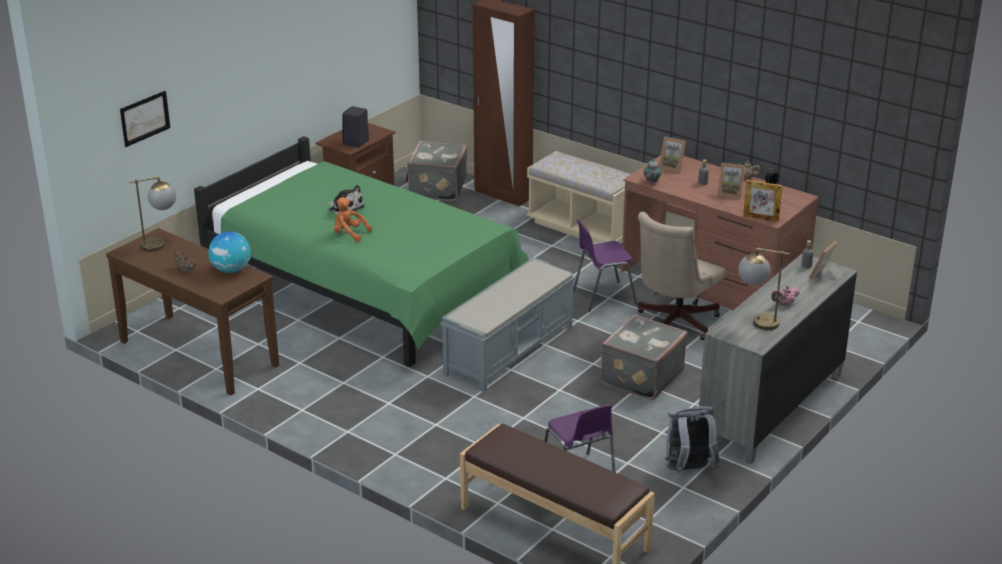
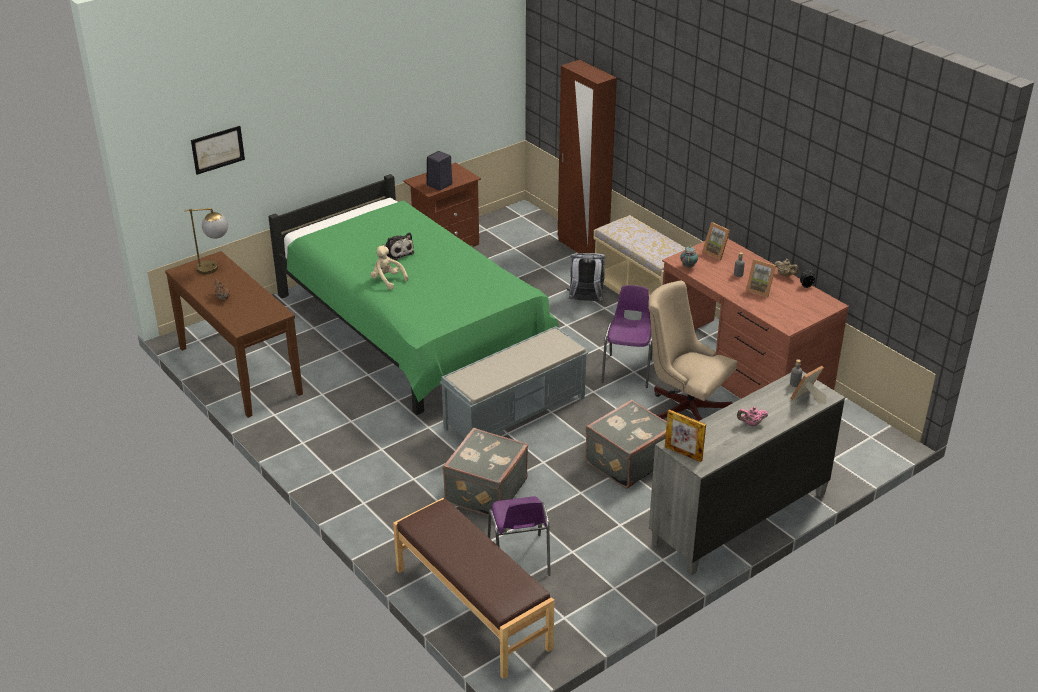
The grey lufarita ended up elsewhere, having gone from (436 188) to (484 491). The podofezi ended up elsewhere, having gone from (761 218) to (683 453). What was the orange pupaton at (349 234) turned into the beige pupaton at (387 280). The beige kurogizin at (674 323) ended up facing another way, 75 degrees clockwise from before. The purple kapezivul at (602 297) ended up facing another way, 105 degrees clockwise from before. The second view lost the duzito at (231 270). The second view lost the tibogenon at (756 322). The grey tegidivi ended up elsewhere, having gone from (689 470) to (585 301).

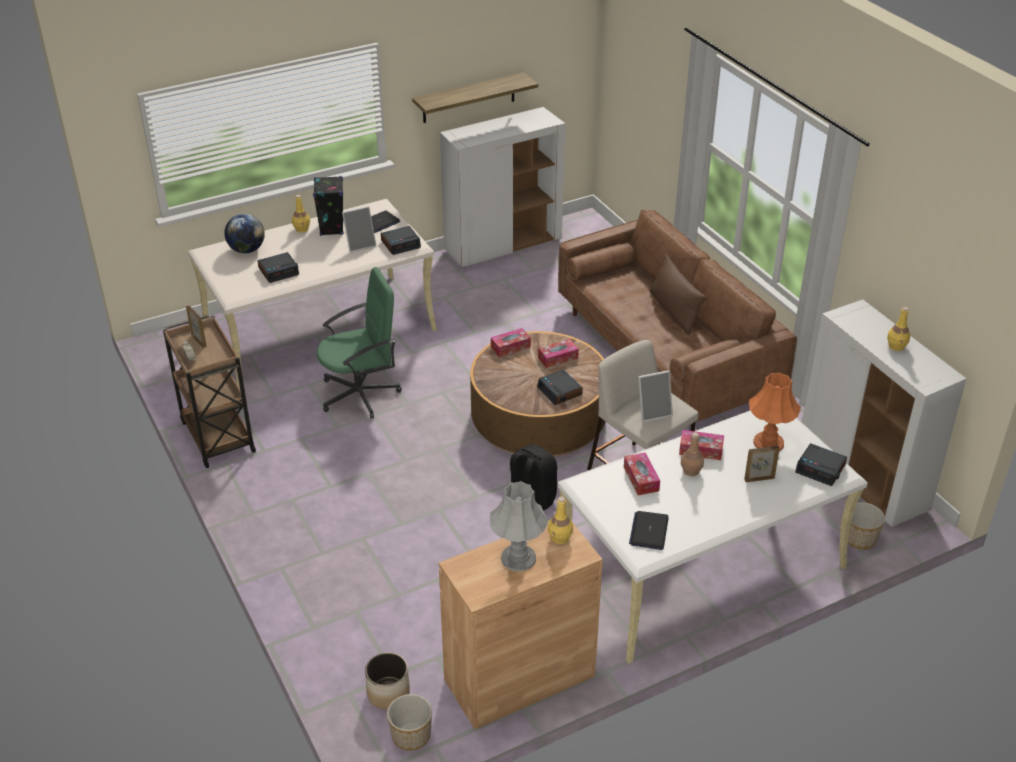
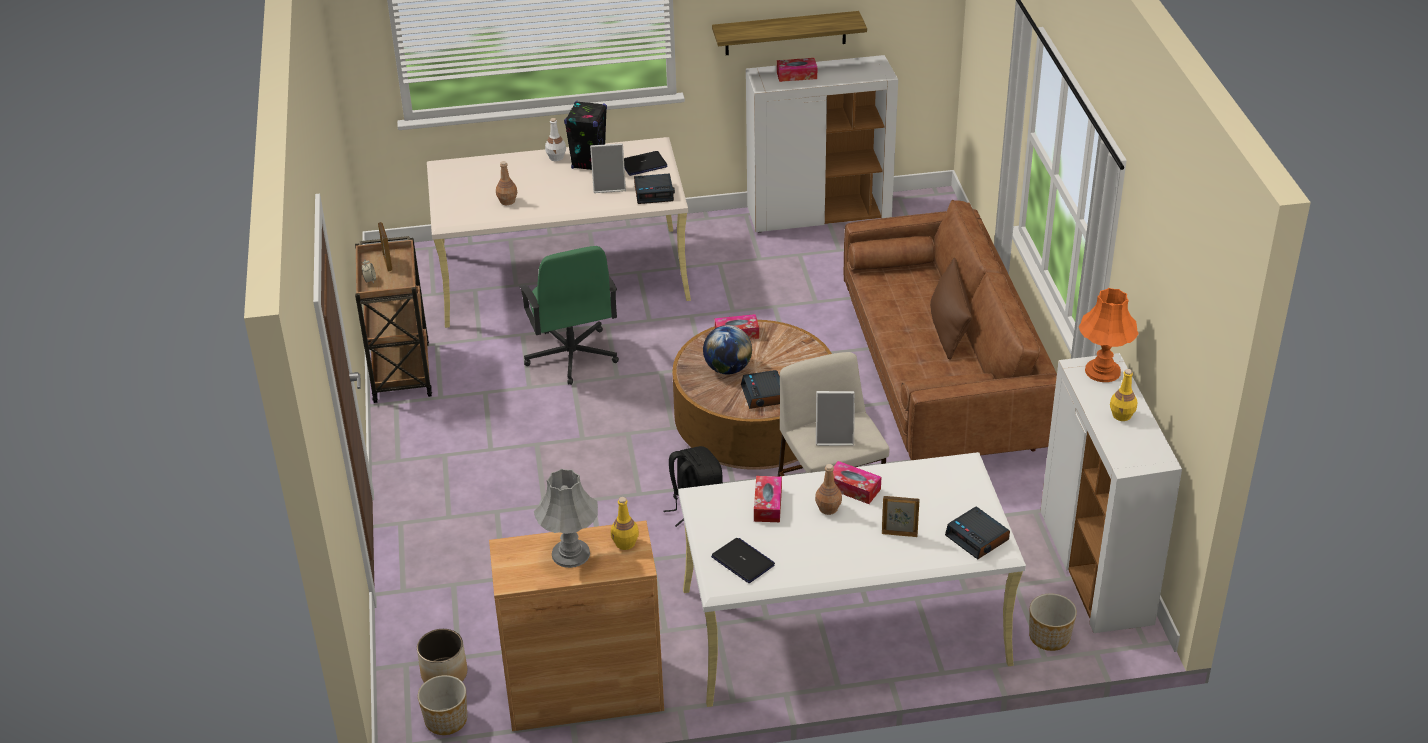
What was the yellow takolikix at (302 229) turned into the white takolikix at (556 157). The duzito ended up elsewhere, having gone from (247 250) to (727 369). Where the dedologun stood at (279 271), the brown takolikix came to stand at (507 201). The green kurogizin at (360 394) ended up facing another way, 75 degrees clockwise from before. The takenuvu ended up elsewhere, having gone from (558 358) to (796 75). The orange tibogenon ended up elsewhere, having gone from (768 442) to (1102 371). The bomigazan at (649 531) ended up facing another way, 105 degrees clockwise from before.

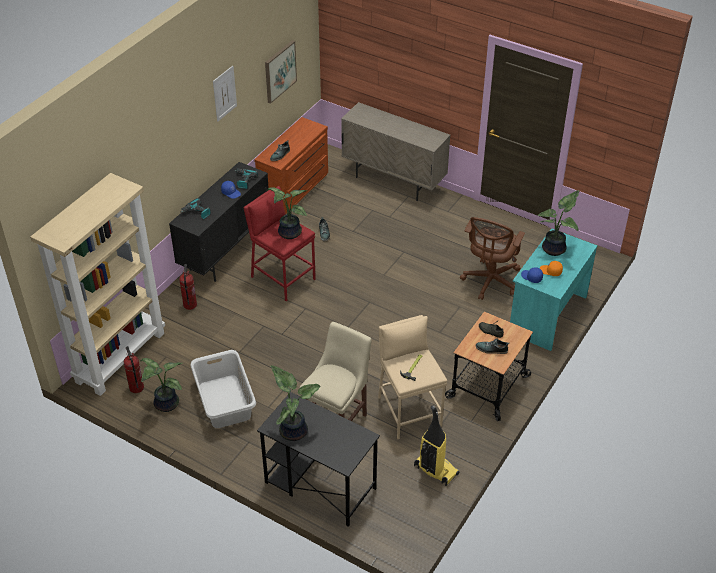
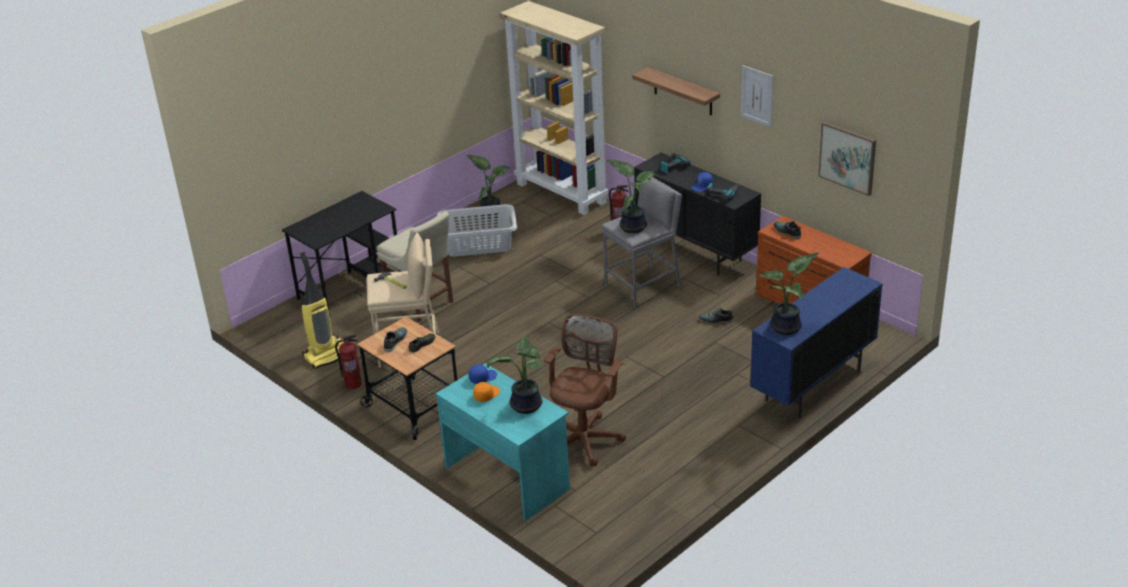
What was the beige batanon at (393 181) turned into the blue batanon at (813 386). What was the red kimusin at (282 278) turned into the grey kimusin at (643 286). The brown kurogizin at (490 282) ended up facing another way, 75 degrees clockwise from before. The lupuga ended up elsewhere, having gone from (136 388) to (353 384). The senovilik ended up elsewhere, having gone from (294 430) to (787 328). The second view gained the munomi at (683 92).

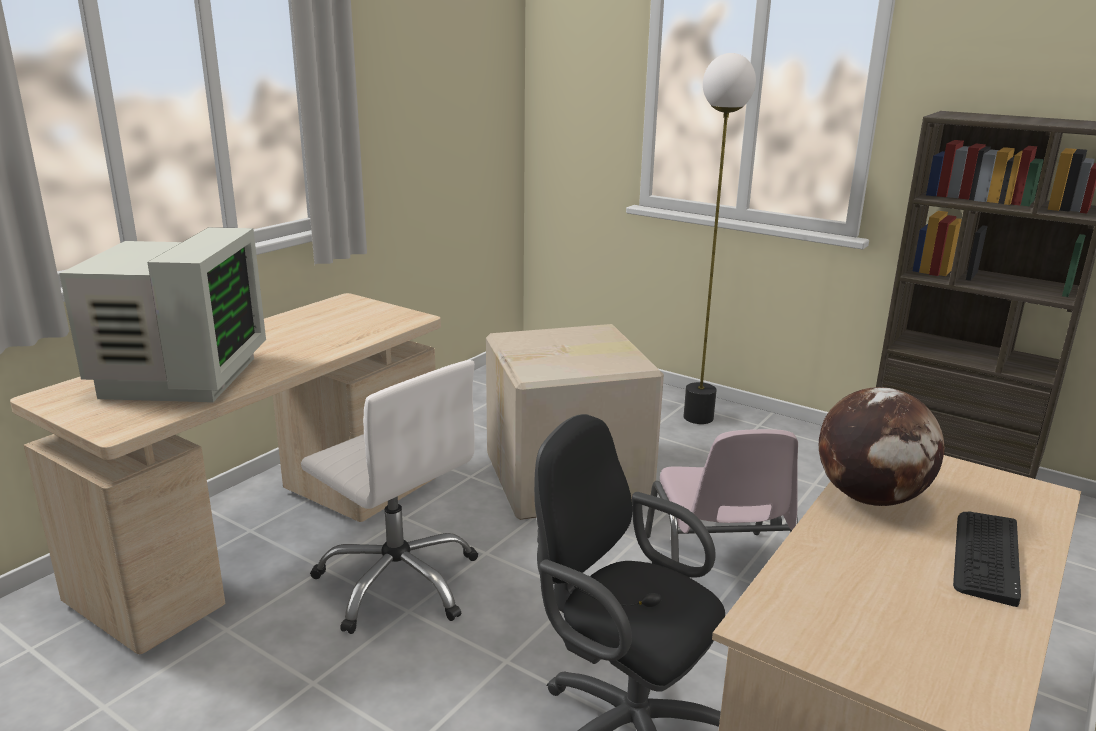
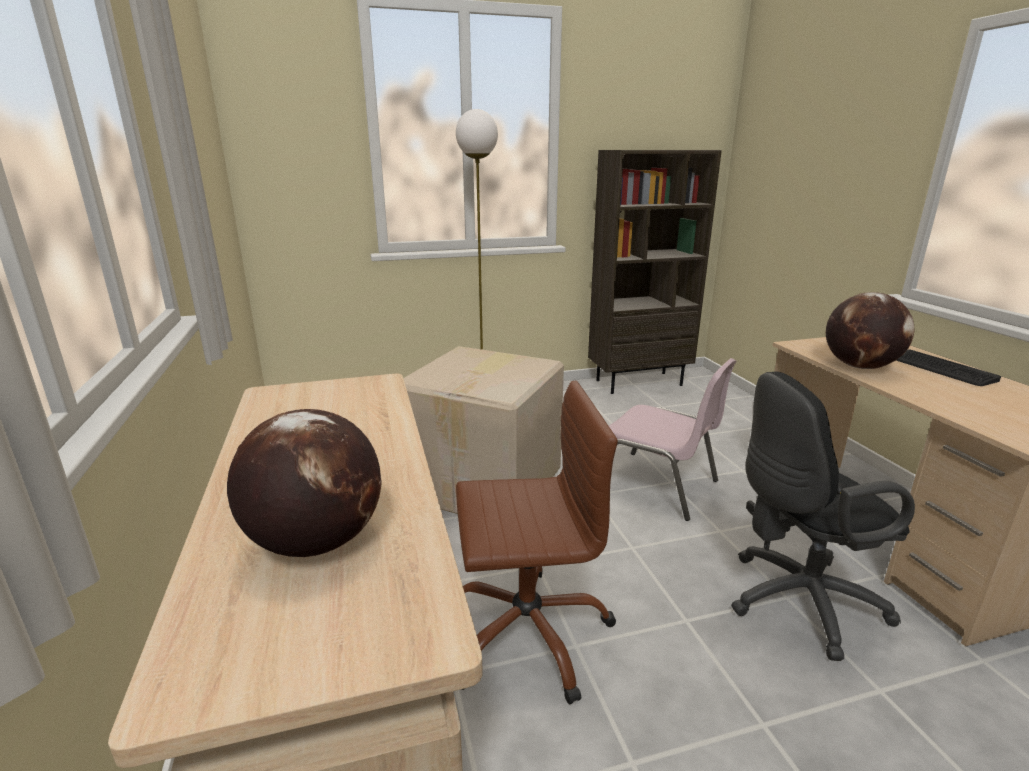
Where the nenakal stood at (179 377), the duzito came to stand at (315 542). What was the white kurogizin at (398 581) turned into the brown kurogizin at (527 632).

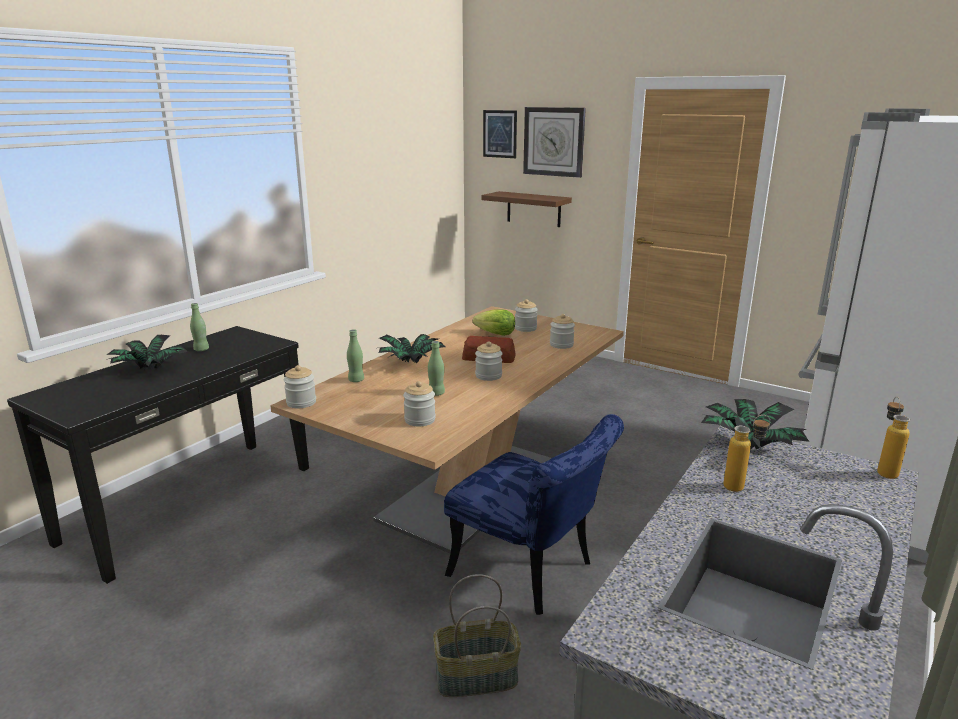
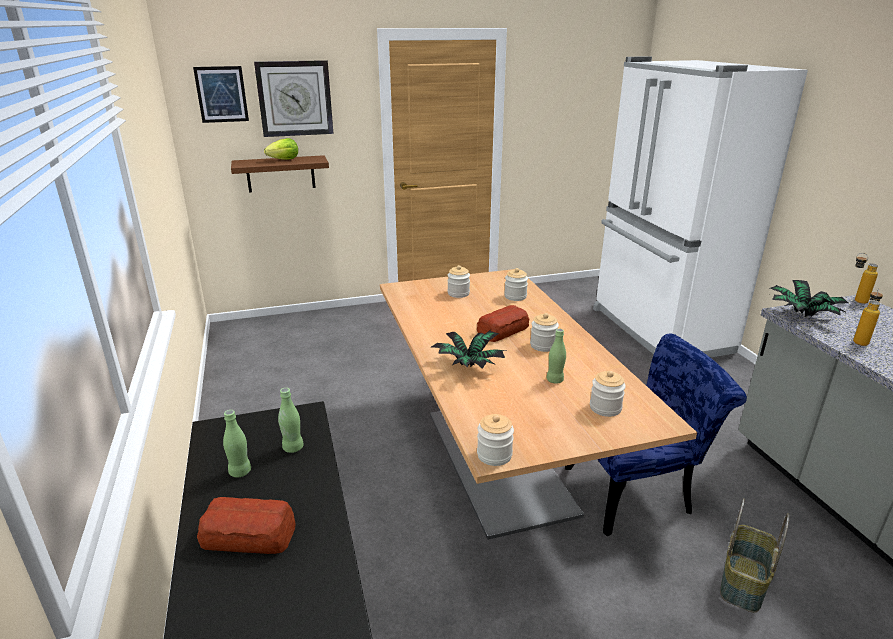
The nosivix ended up elsewhere, having gone from (496 334) to (284 160). The green takolikix ended up elsewhere, having gone from (356 380) to (293 447). Where the senovilik stood at (149 369), the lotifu came to stand at (249 536).

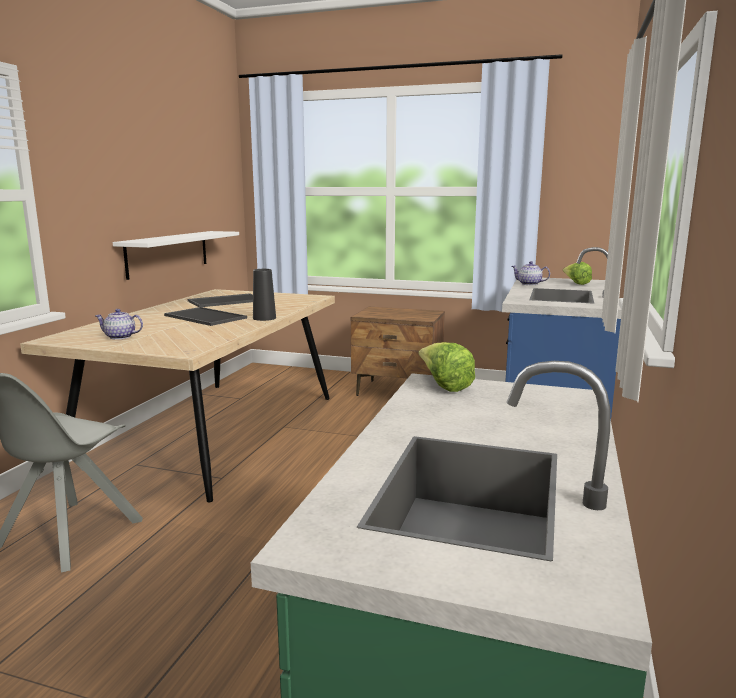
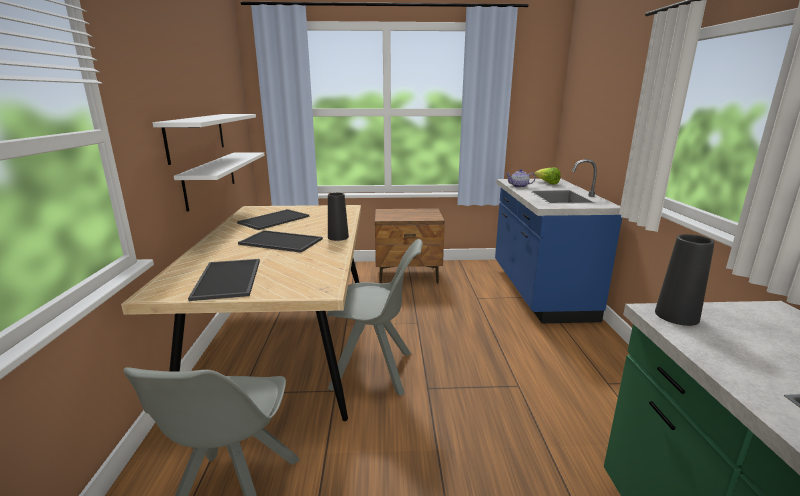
Where the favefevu stood at (120 337), the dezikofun came to stand at (229 279). Where the nosivix stood at (443 385), the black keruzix came to stand at (676 316). The second view gained the white munomi at (196 136). The second view gained the grey kapezivul at (375 370).

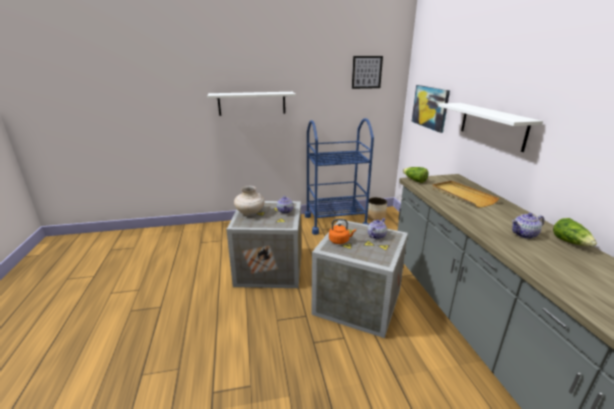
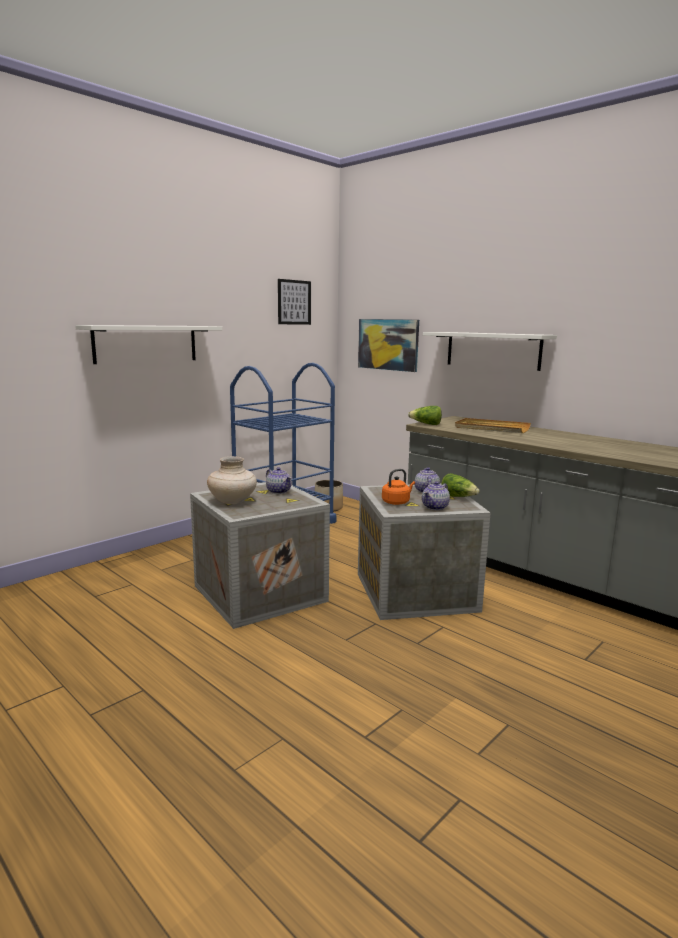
The favefevu ended up elsewhere, having gone from (524 234) to (435 507). The nosivix ended up elsewhere, having gone from (570 242) to (458 497).

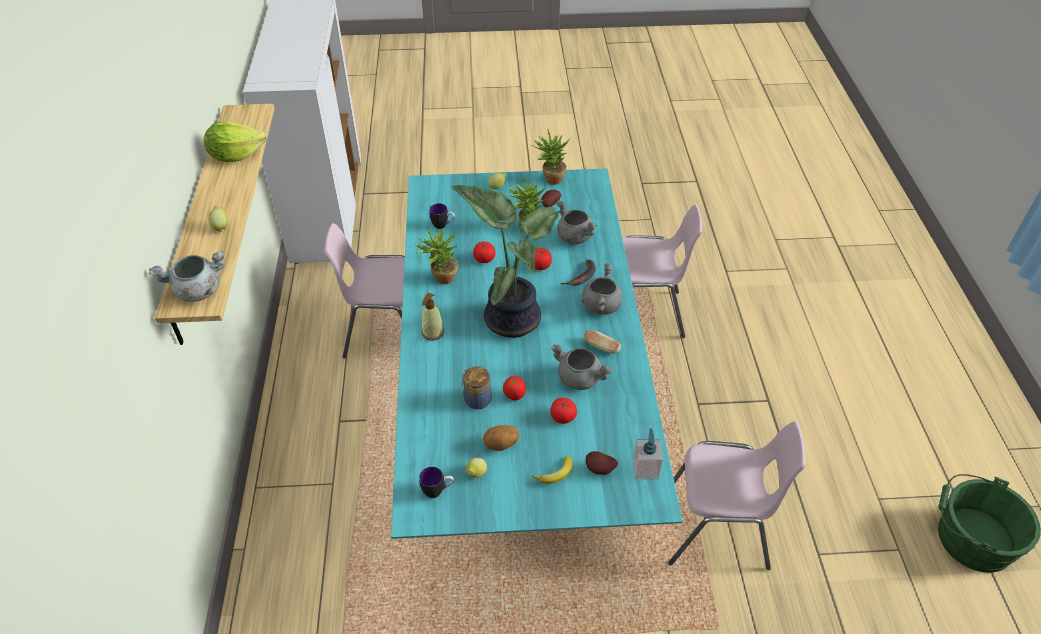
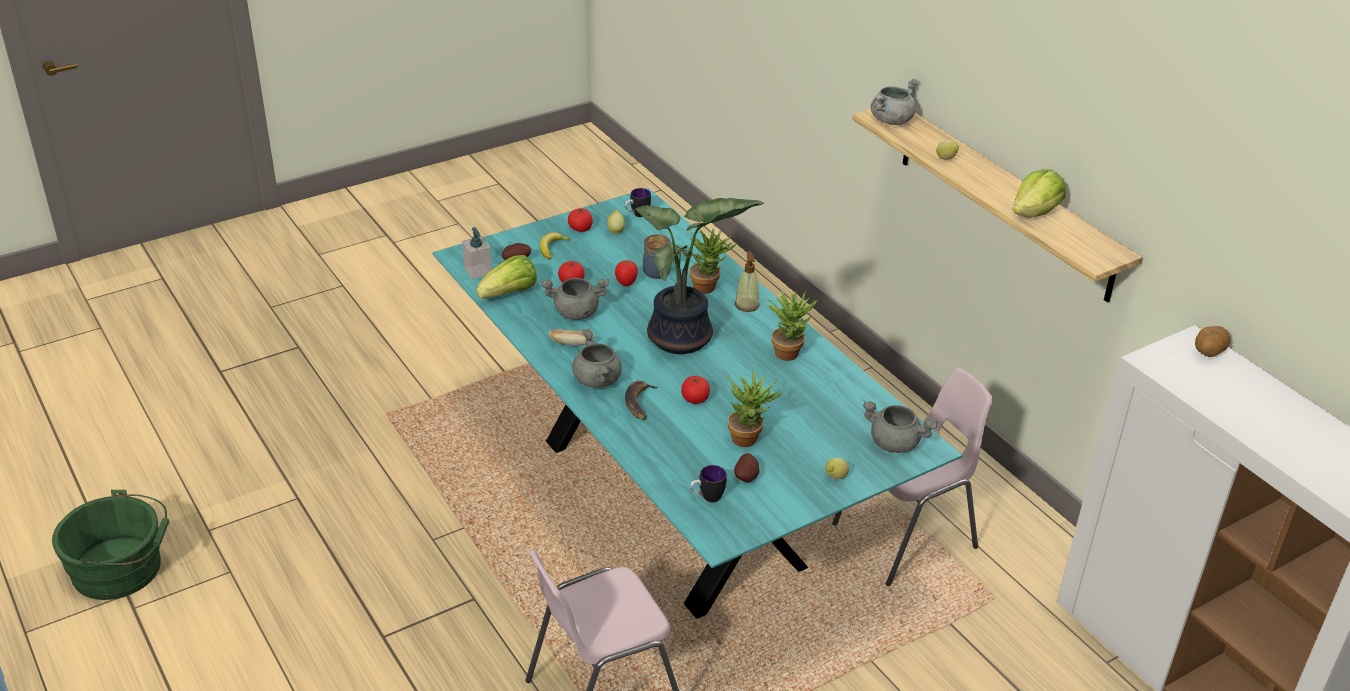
The senovilik ended up elsewhere, having gone from (550 179) to (708 286). The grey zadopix ended up elsewhere, having gone from (573 237) to (895 443). The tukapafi ended up elsewhere, having gone from (443 225) to (707 498). The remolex ended up elsewhere, having gone from (484 259) to (580 229). The second view lost the pink kapezivul at (717 530). The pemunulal ended up elsewhere, having gone from (501 445) to (1208 352). The second view gained the nosivix at (510 293).

